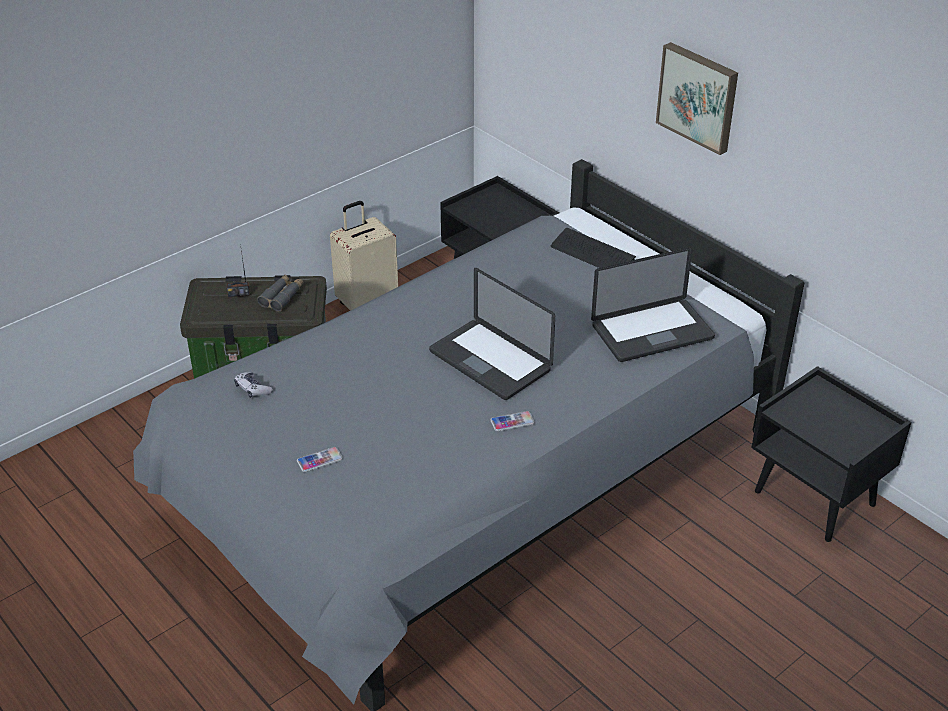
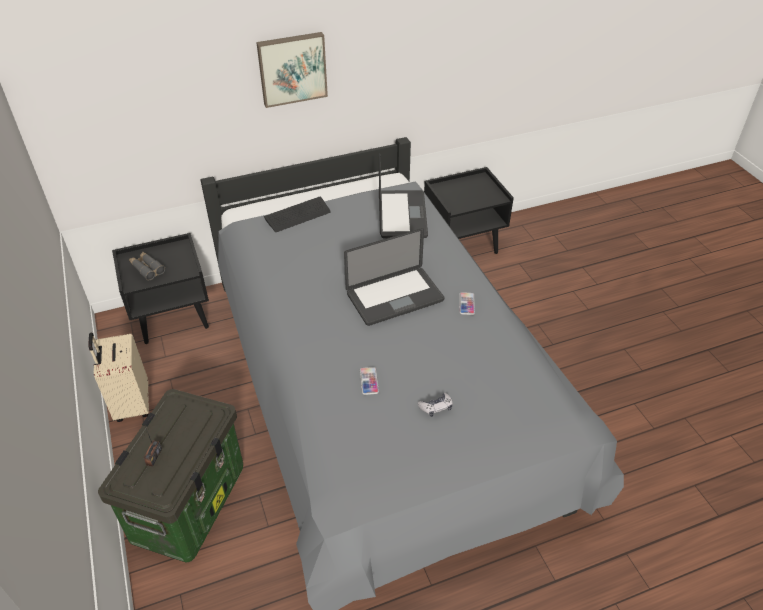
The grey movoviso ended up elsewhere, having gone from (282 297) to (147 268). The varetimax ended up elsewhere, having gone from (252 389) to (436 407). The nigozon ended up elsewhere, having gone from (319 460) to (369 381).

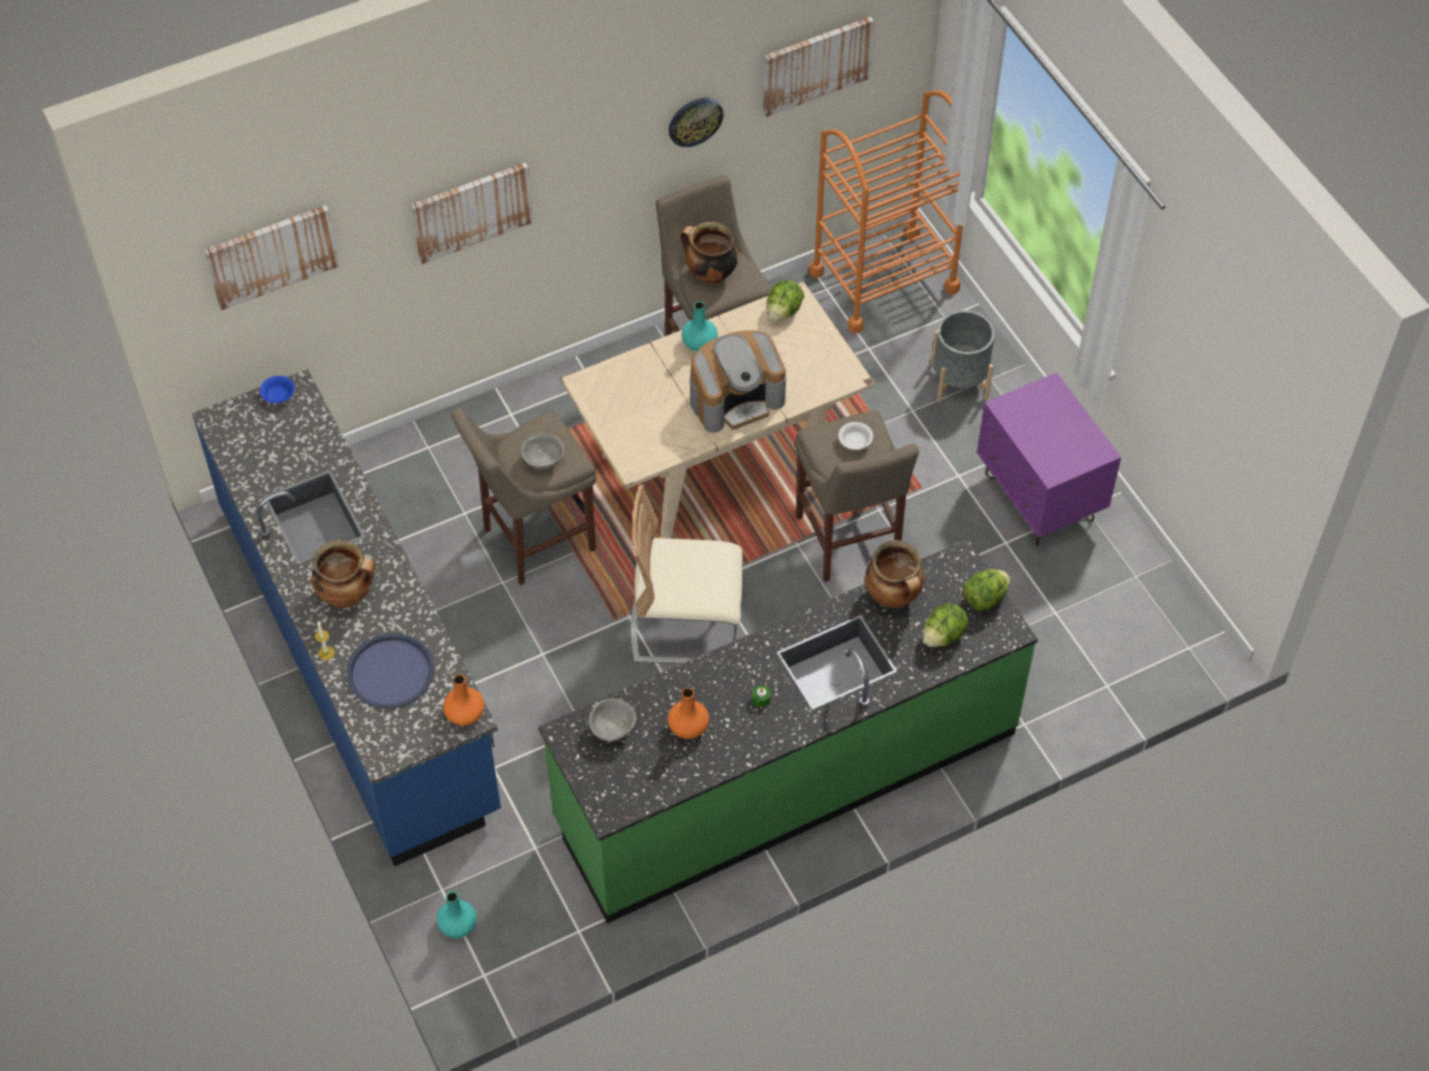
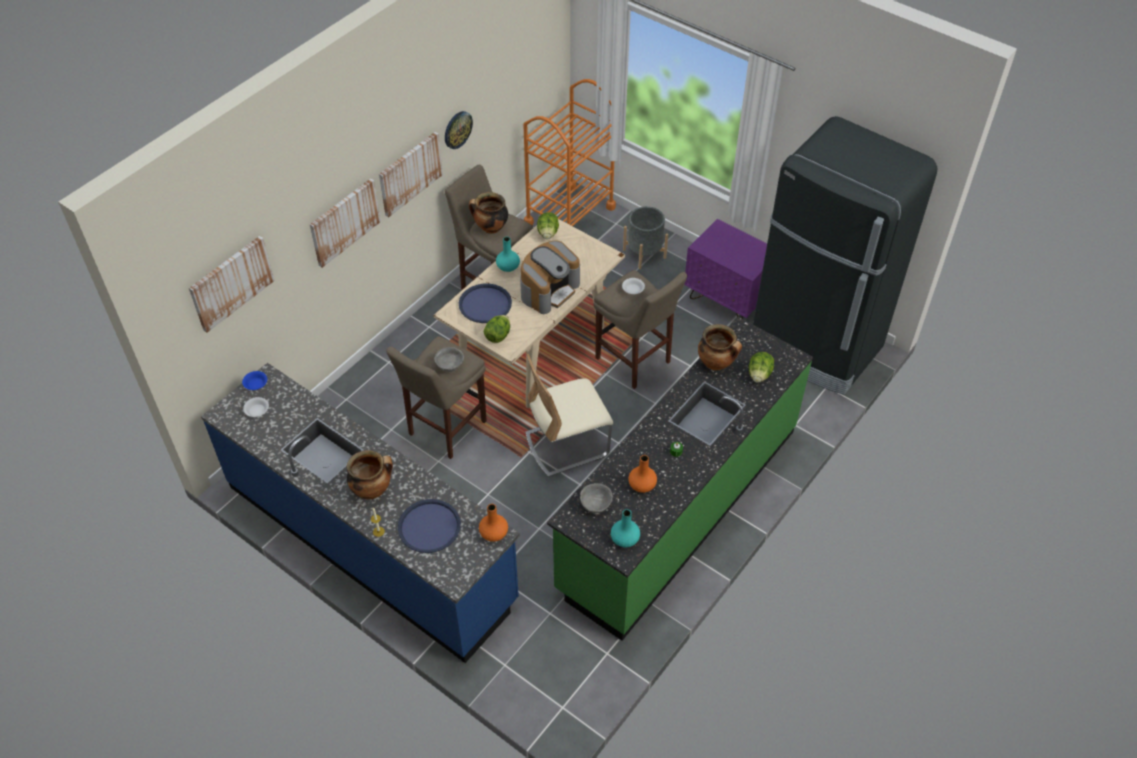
The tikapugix ended up elsewhere, having gone from (816 65) to (410 173). The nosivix ended up elsewhere, having gone from (985 598) to (498 336). The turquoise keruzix ended up elsewhere, having gone from (458 924) to (625 538). The second view gained the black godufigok at (815 347). The second view gained the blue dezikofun at (485 304). The second view gained the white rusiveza at (257 411).

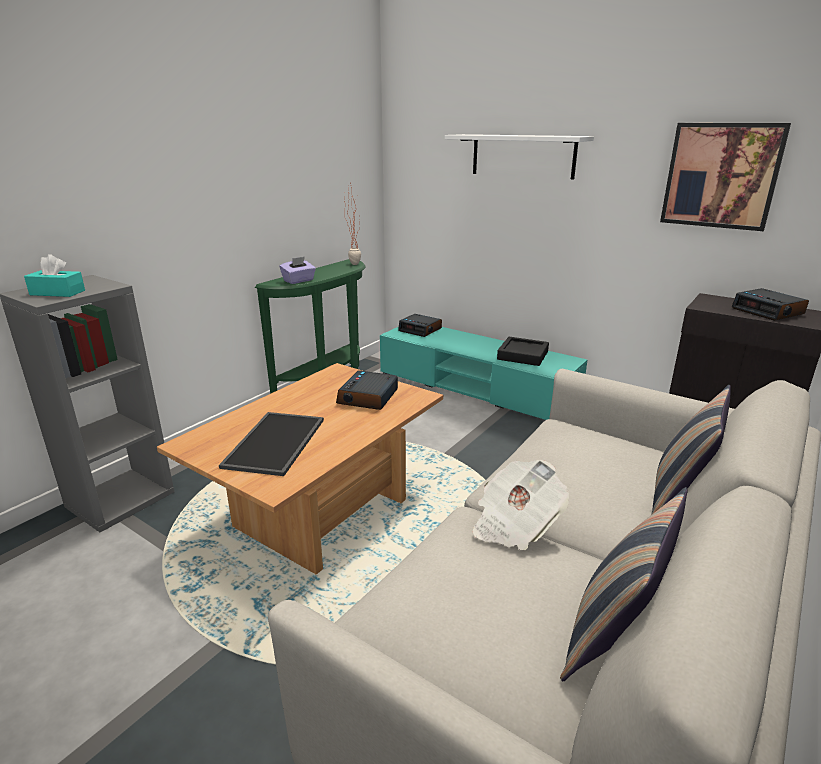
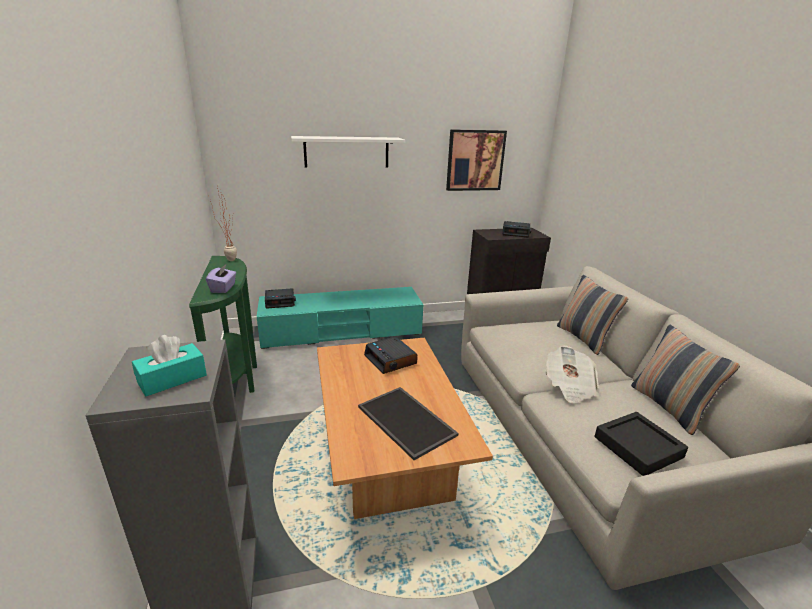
The black dezikofun ended up elsewhere, having gone from (522 355) to (638 447).

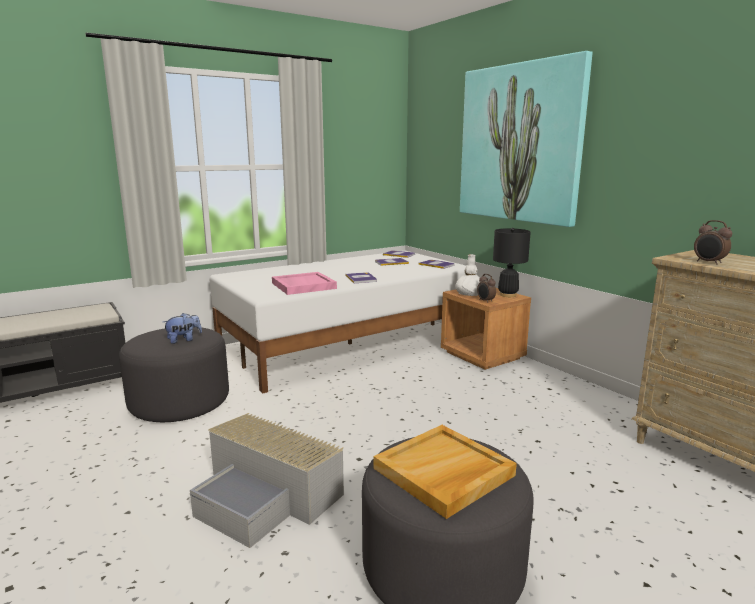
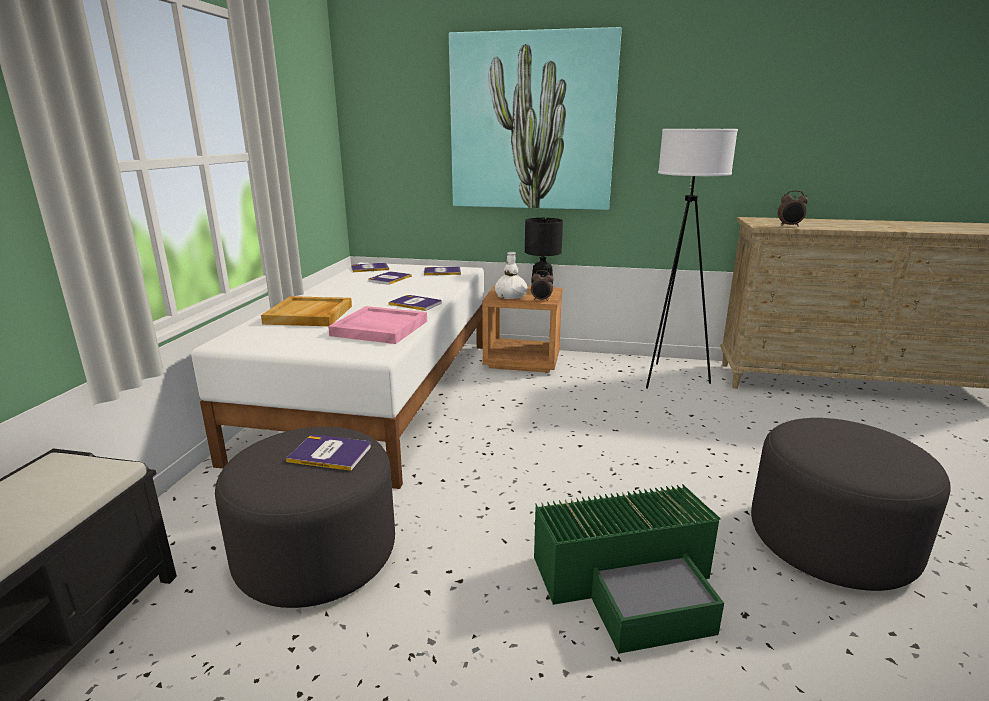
Where the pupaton stood at (184 340), the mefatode came to stand at (330 453). What was the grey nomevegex at (267 496) turned into the green nomevegex at (631 581). The beige dezikofun ended up elsewhere, having gone from (443 472) to (309 315). The second view gained the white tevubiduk at (670 378).

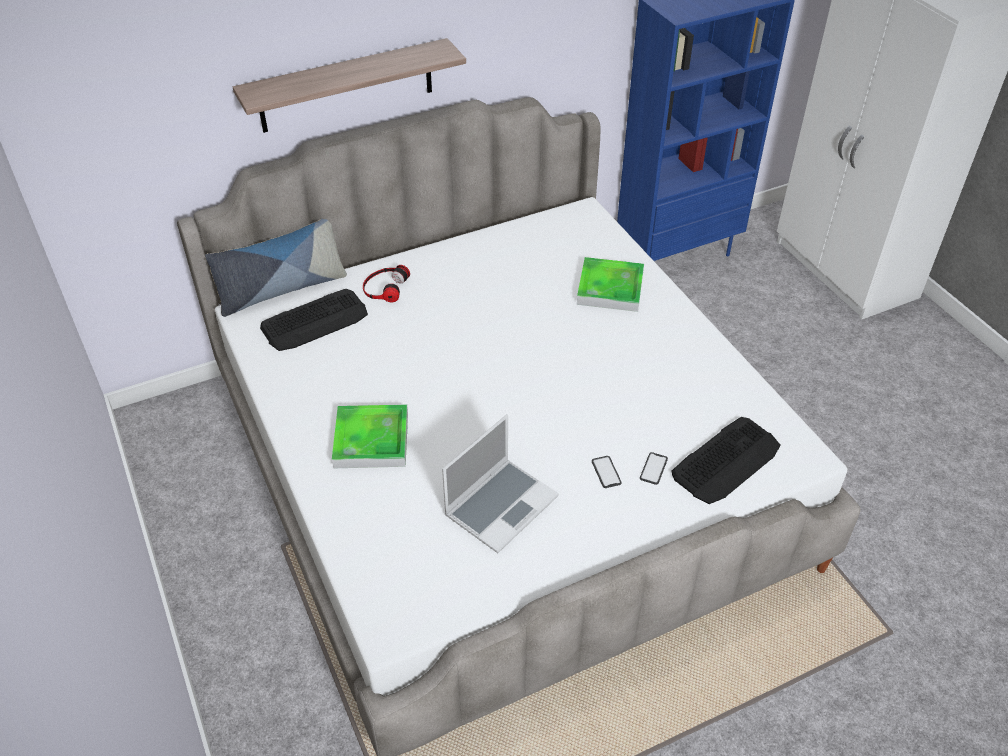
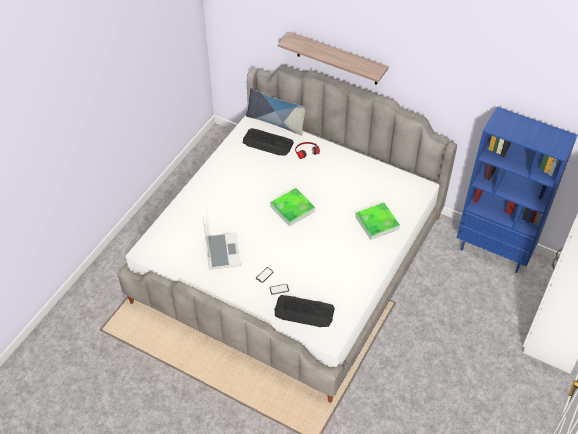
The dezikofun ended up elsewhere, having gone from (371 440) to (292 209). The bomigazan at (501 505) ended up facing another way, 105 degrees counterclockwise from before.

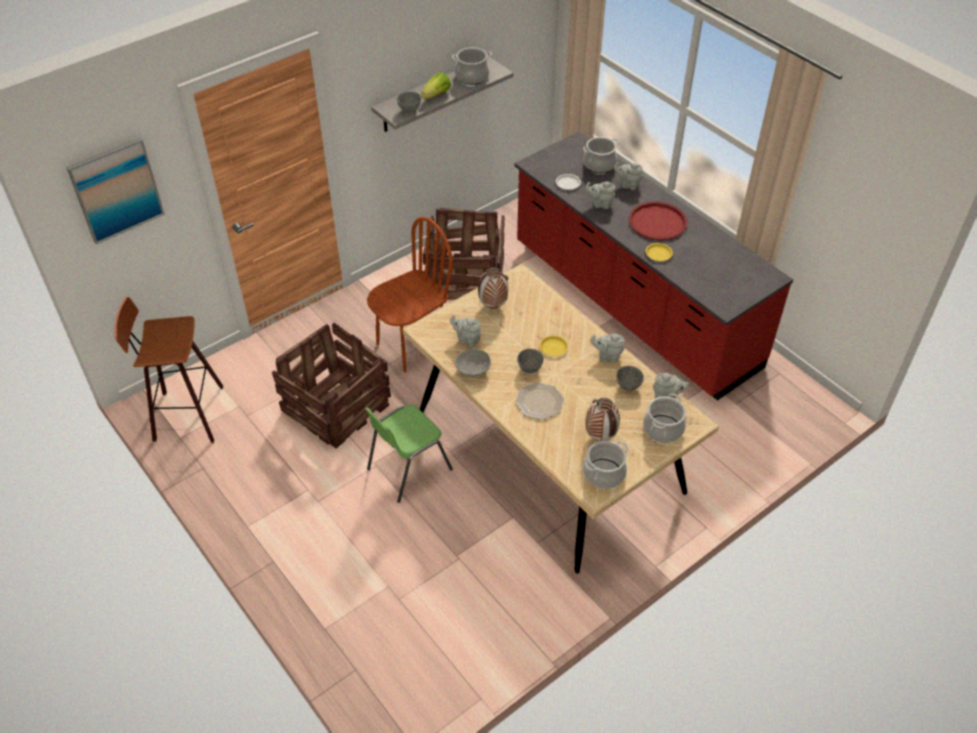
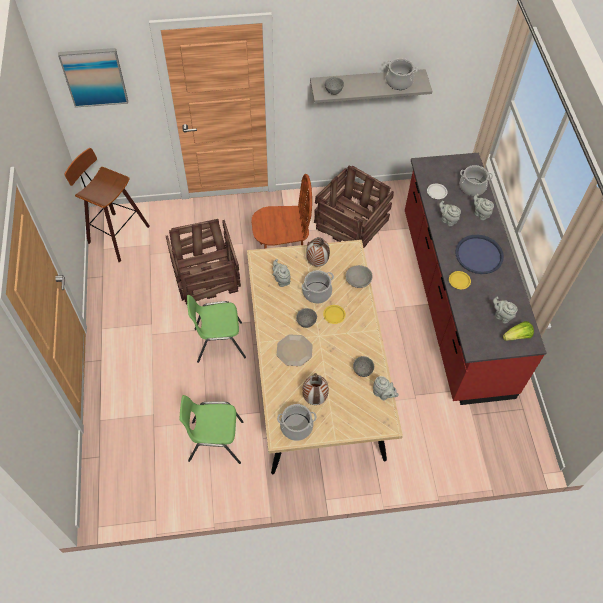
The nosivix ended up elsewhere, having gone from (436 95) to (517 336). What was the red dezikofun at (657 222) turned into the blue dezikofun at (479 255). The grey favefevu ended up elsewhere, having gone from (607 356) to (502 316). The grey rusiveza ended up elsewhere, having gone from (473 370) to (358 281). The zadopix ended up elsewhere, having gone from (663 429) to (317 292). The second view gained the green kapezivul at (215 441).

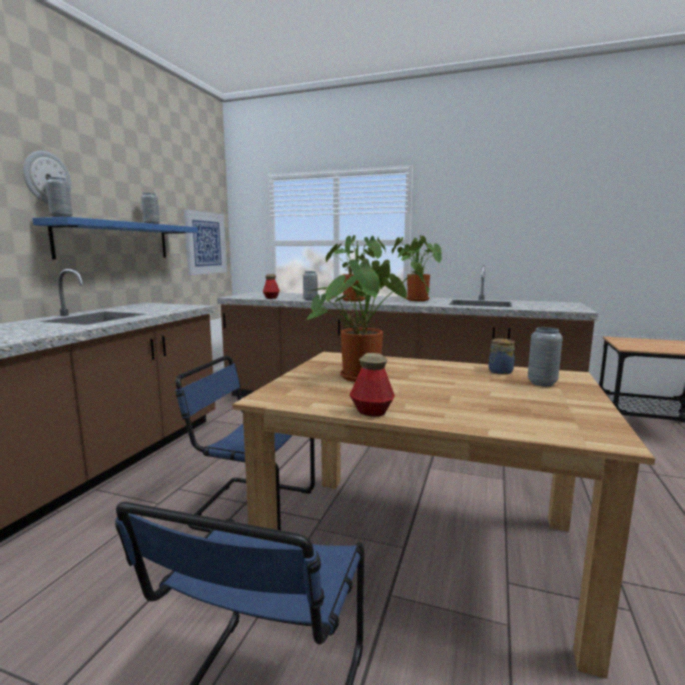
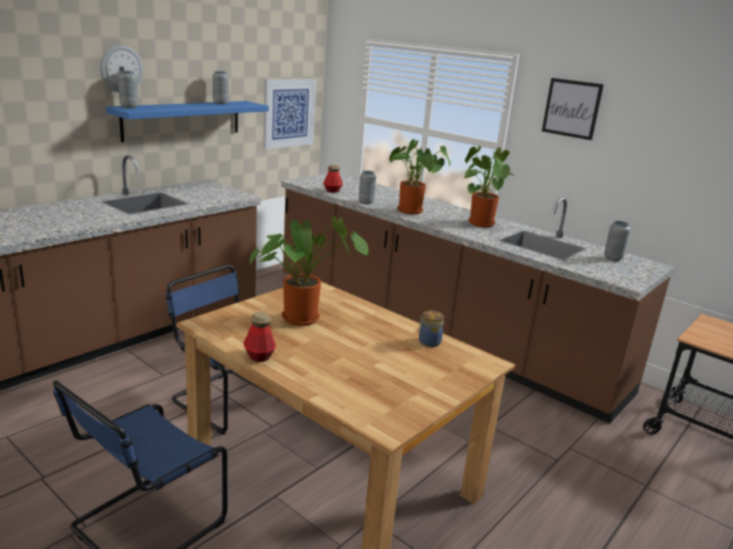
The grey keruzix ended up elsewhere, having gone from (542 383) to (612 258). The second view gained the tikapugix at (571 108).

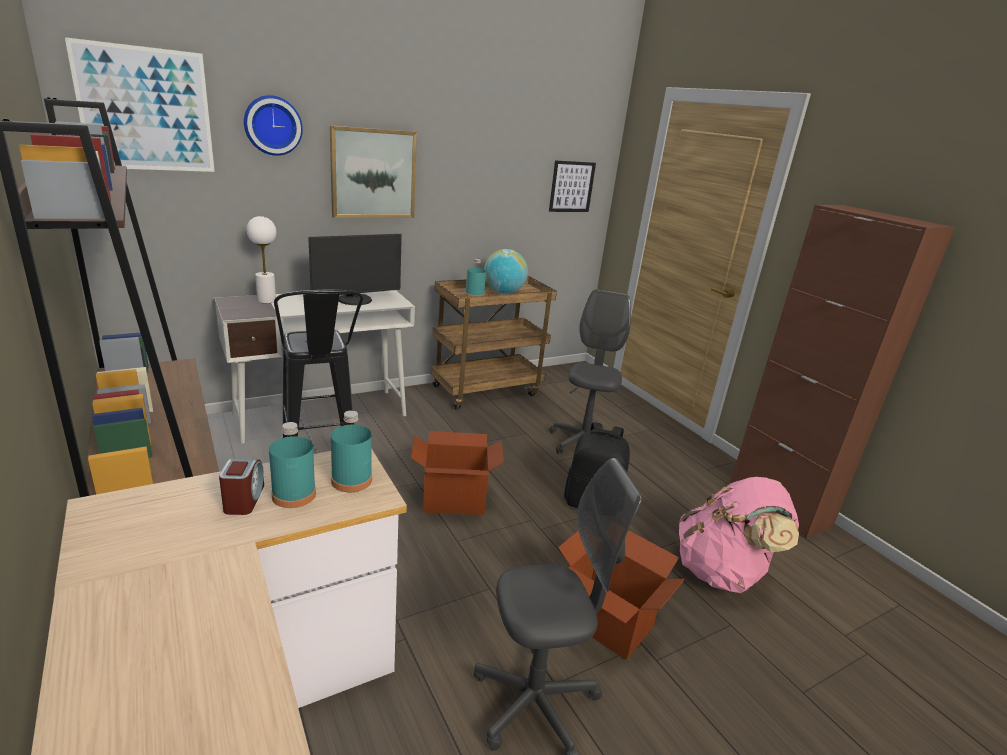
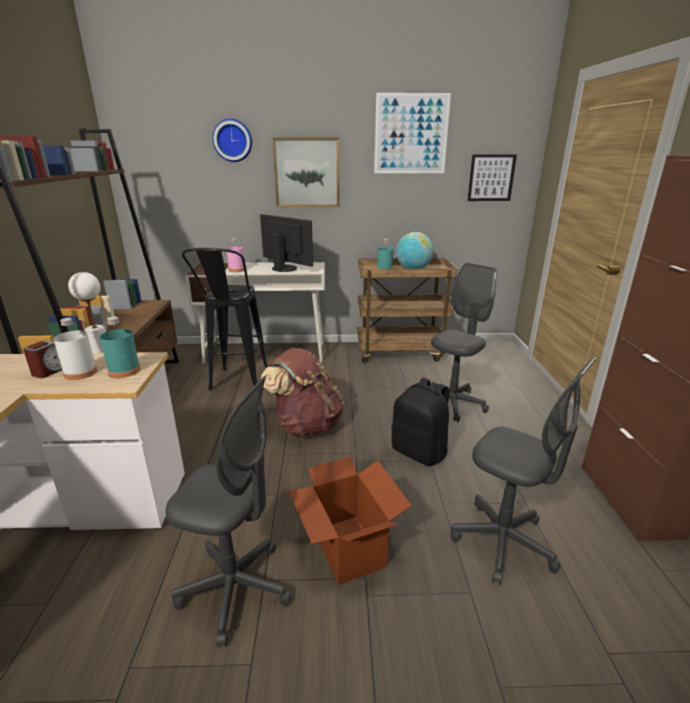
The tikapugix ended up elsewhere, having gone from (146 110) to (411 134). The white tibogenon ended up elsewhere, having gone from (266 300) to (101 352). The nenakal at (355 300) ended up facing another way, 135 degrees counterclockwise from before. What was the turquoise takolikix at (294 495) turned into the white takolikix at (80 373). Where the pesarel stood at (453 499), the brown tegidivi came to stand at (306 424). Where the pink tegidivi stood at (722 571), the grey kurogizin came to stand at (503 542). The second view gained the pink takolikix at (236 270).

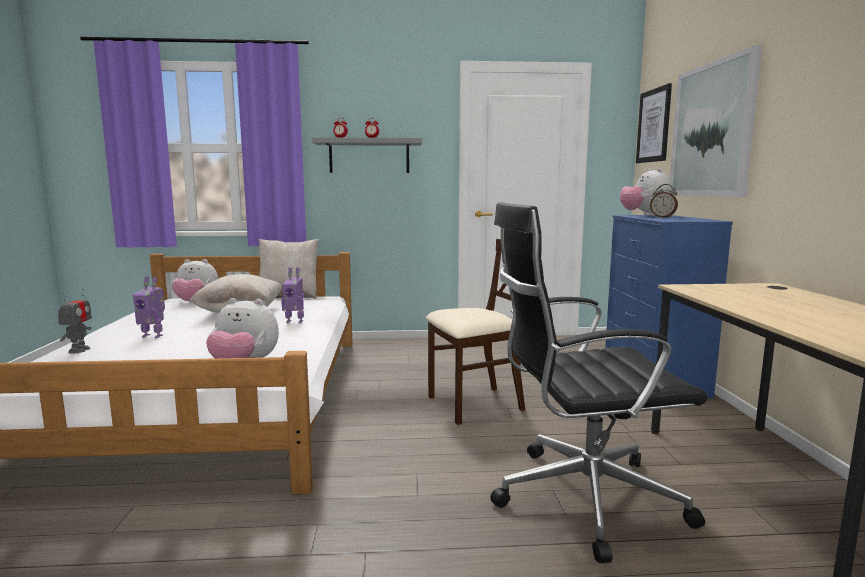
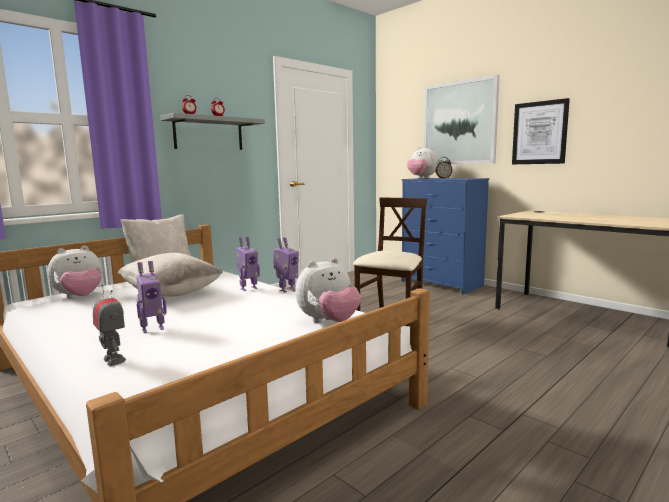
The tikapugix ended up elsewhere, having gone from (654 125) to (539 133). The second view lost the black kurogizin at (582 498). The second view gained the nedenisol at (286 290).

